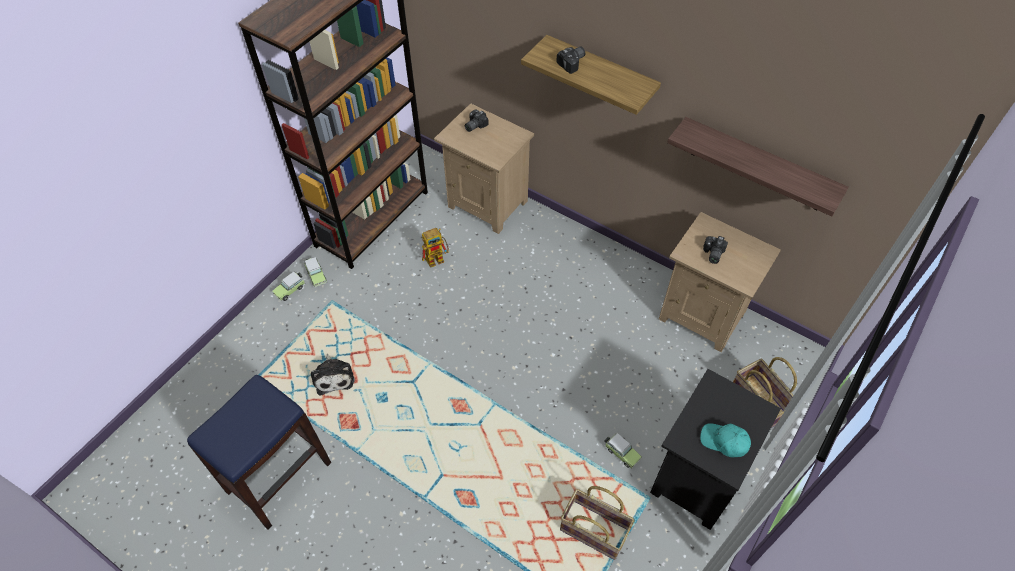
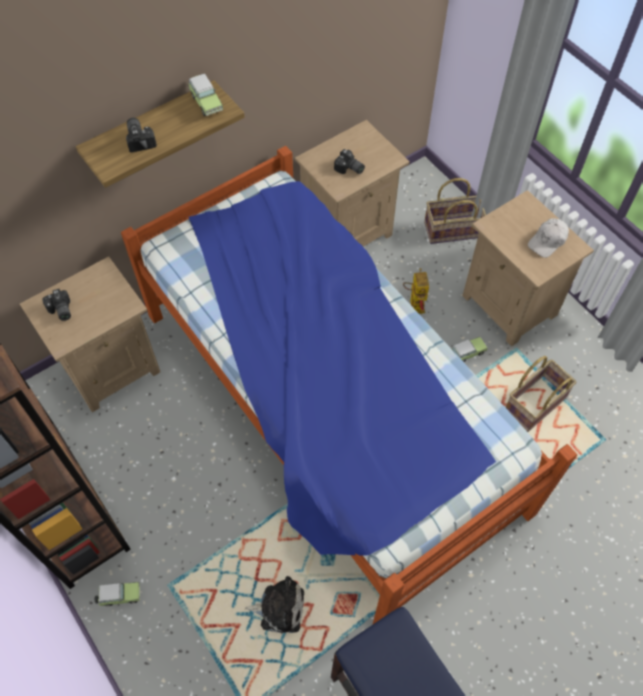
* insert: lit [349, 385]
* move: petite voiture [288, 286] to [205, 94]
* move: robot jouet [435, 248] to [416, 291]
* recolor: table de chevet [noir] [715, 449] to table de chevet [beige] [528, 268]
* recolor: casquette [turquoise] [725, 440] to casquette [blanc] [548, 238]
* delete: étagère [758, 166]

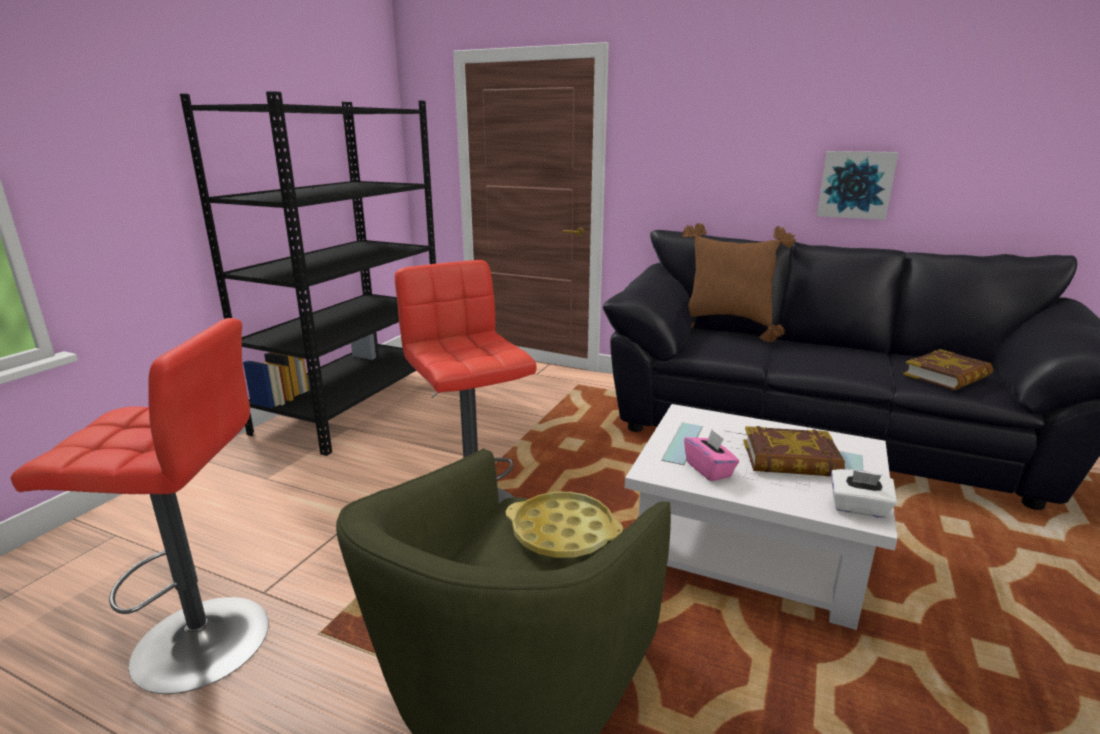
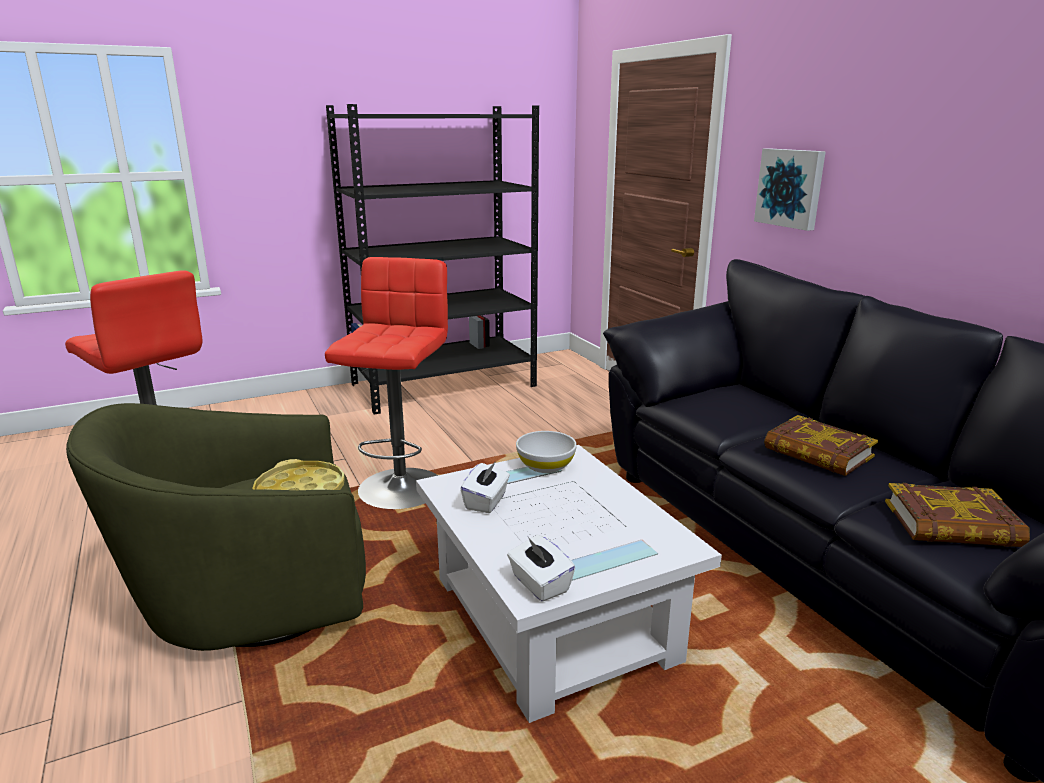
* recolor: boîte à mouchoirs [rose] [711, 455] to boîte à mouchoirs [blanc] [485, 487]
* insert: bol [blanc] [546, 452]
* move: tableau [857, 185] to [790, 189]
* move: livre [794, 451] to [821, 445]
* delete: coussin [marron] [739, 283]

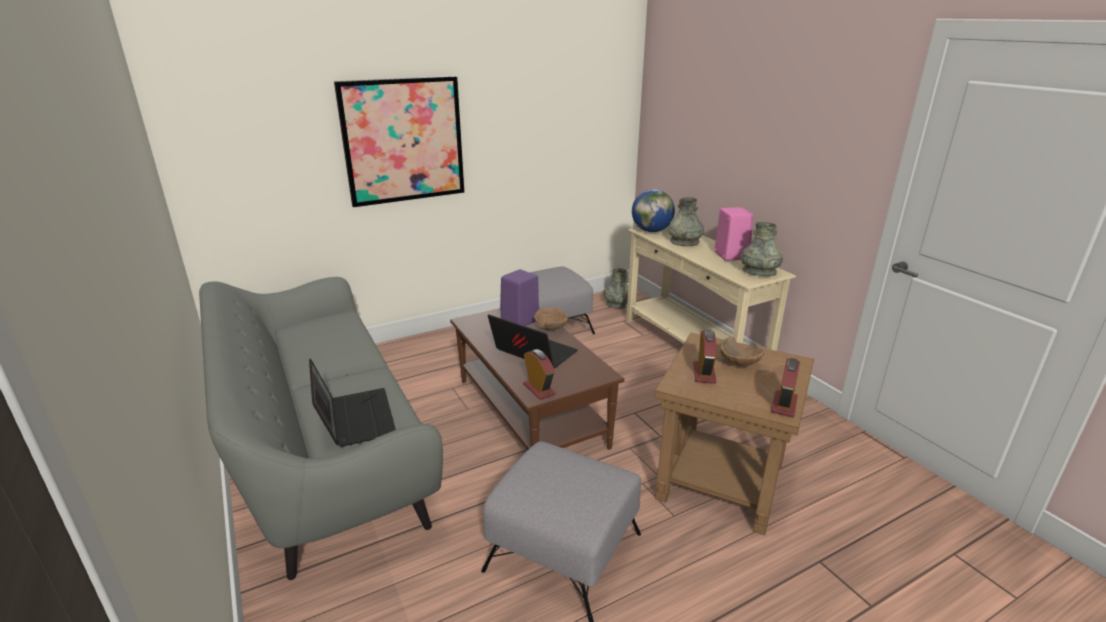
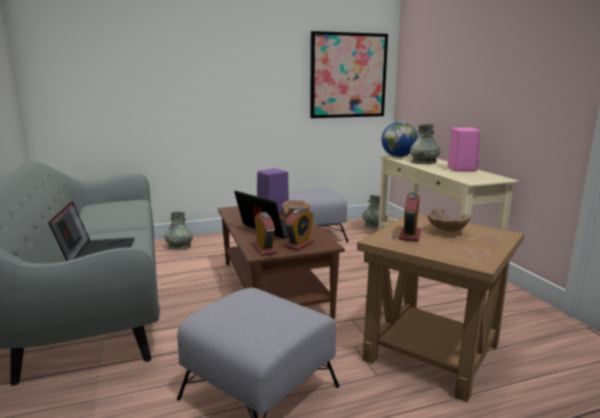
* move: vase [gris] [761, 249] to [178, 231]
* move: réveil [785, 387] to [299, 229]
* move: tableau [399, 141] to [349, 74]

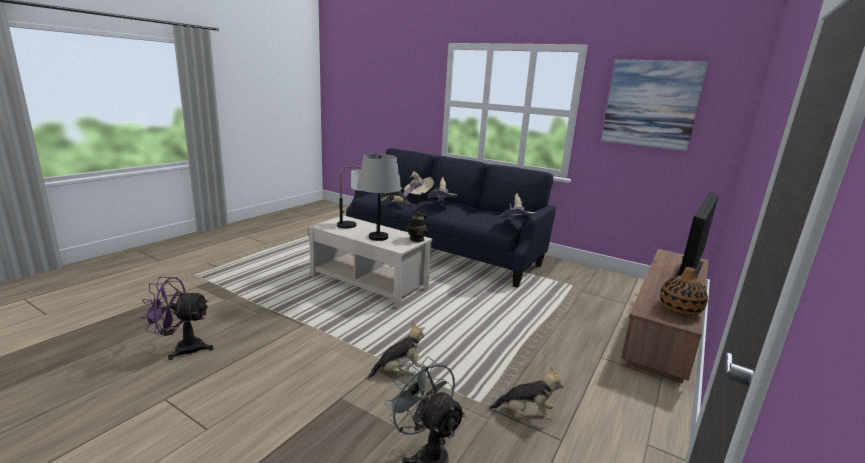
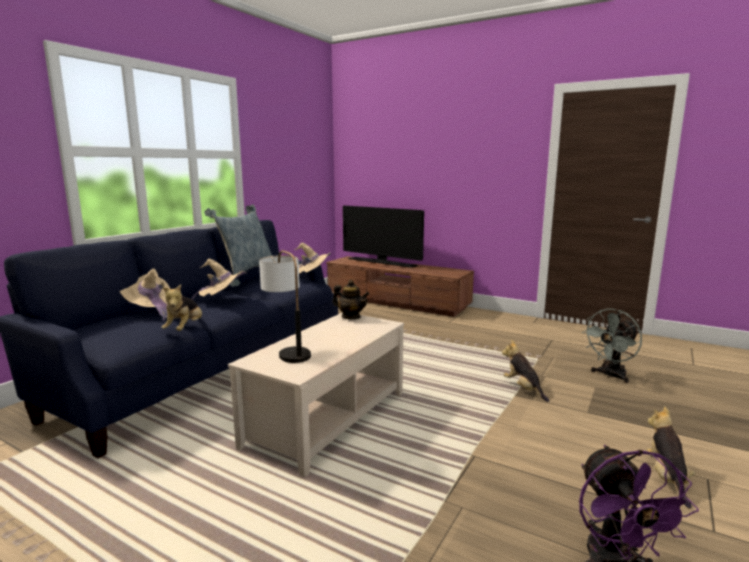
* insert: coussin [238, 246]
* move: peluche [526, 393] to [670, 457]
* delete: lampe de table [gris] [379, 197]
* delete: tableau [654, 105]
* delete: vase [684, 291]

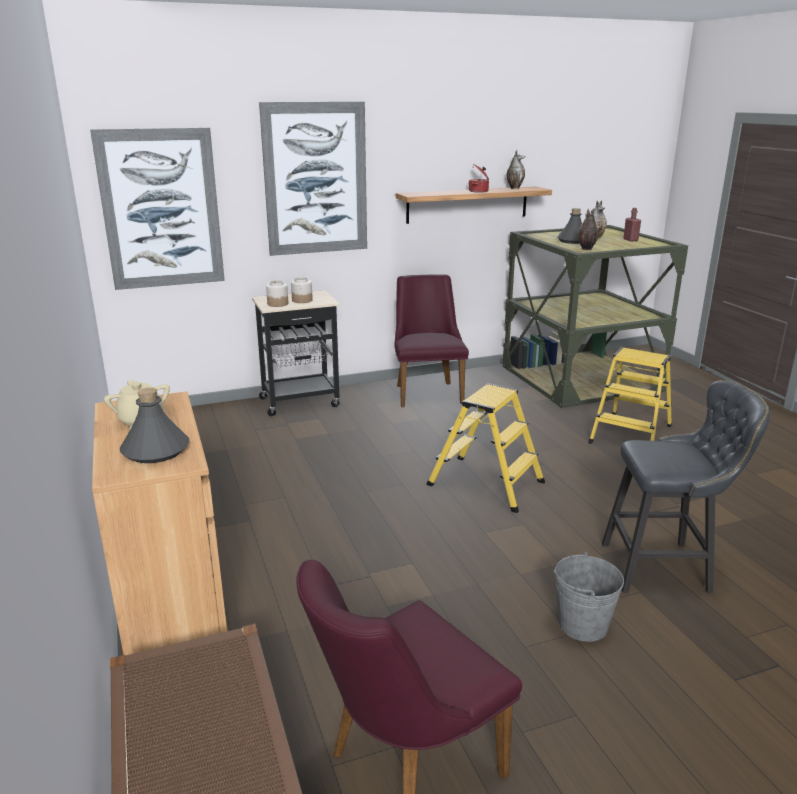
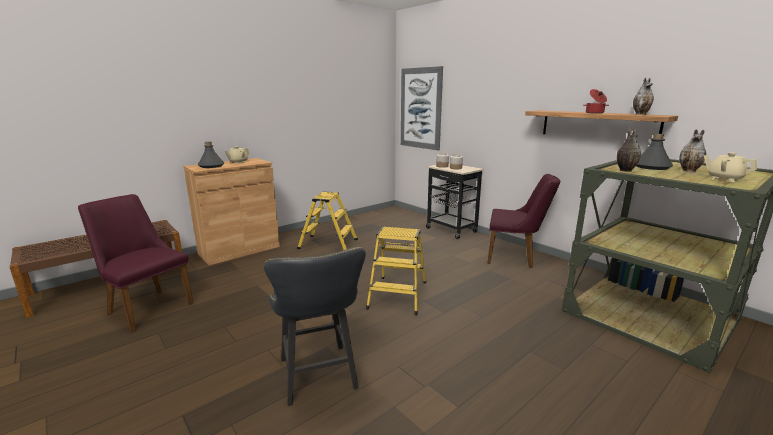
* move: escabeau [jaune] [630, 395] to [327, 220]
* rotate: chaise [violet] [431, 340] = [524, 221] 45 degrees clockwise
* replace: bouteille [rouge] [632, 224] to théière [beige] [730, 167]
* delete: tableau [313, 179]
* delete: seau [gris] [588, 597]

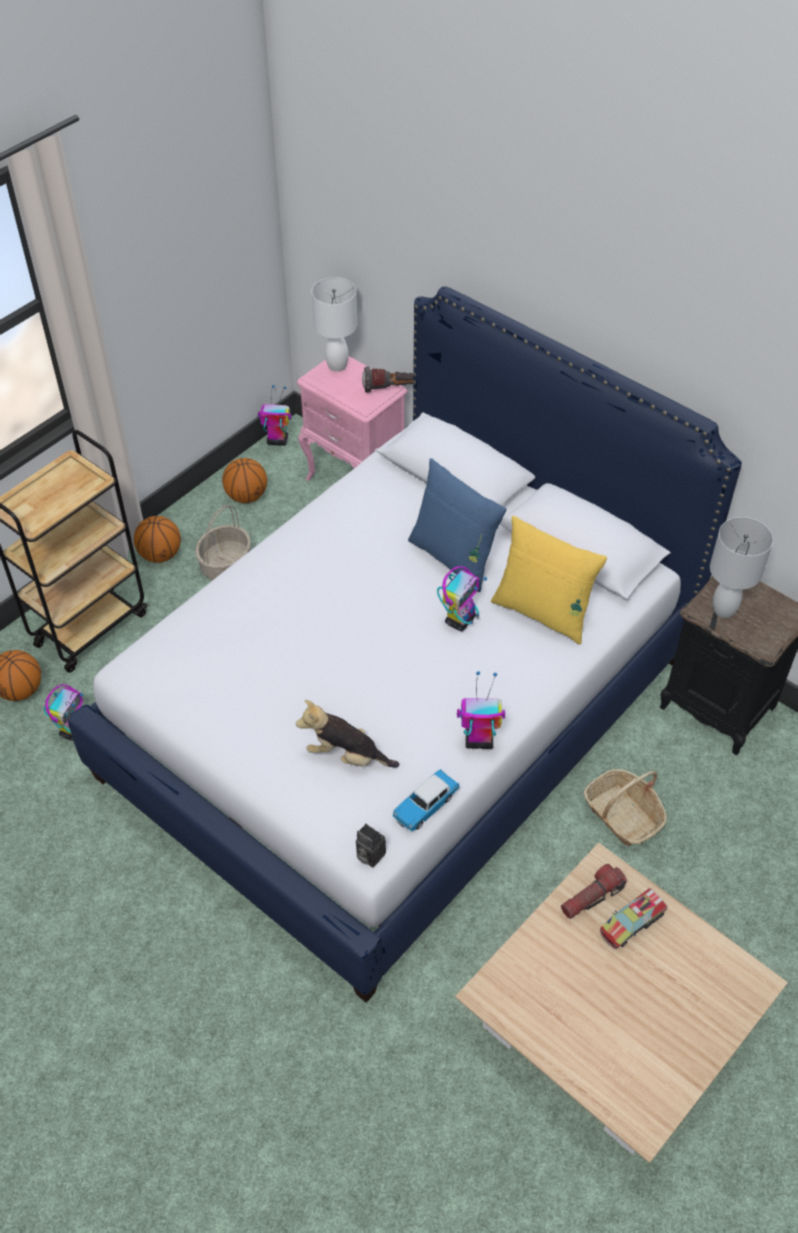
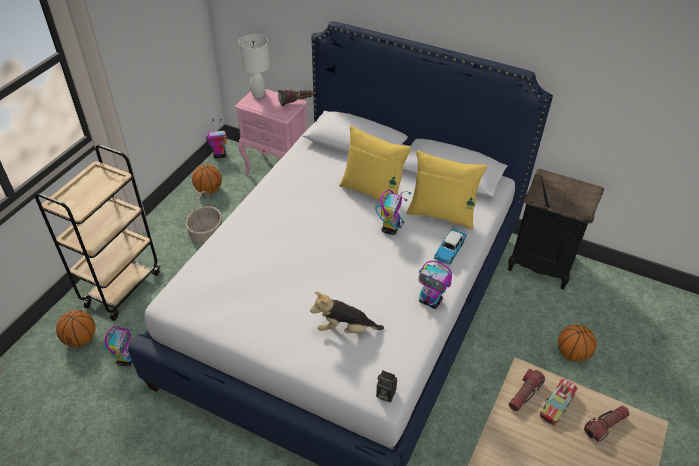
* recolor: coussin [bleu] [457, 525] to coussin [jaune] [375, 164]
* rotate: robot jouet [481, 710] = [435, 285] 135 degrees counterclockwise
* move: petite voiture [426, 801] to [450, 246]
* move: ballon de basket [157, 539] to [577, 343]
* insert: lampe de poche [606, 424]
* delete: panier [625, 807]
* delete: lampe de table [blanc] [741, 567]

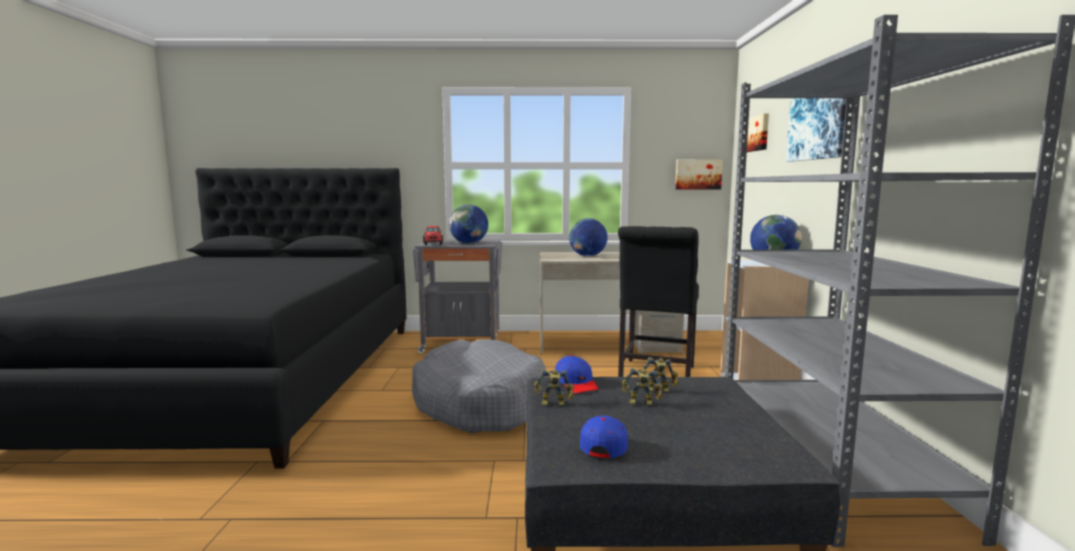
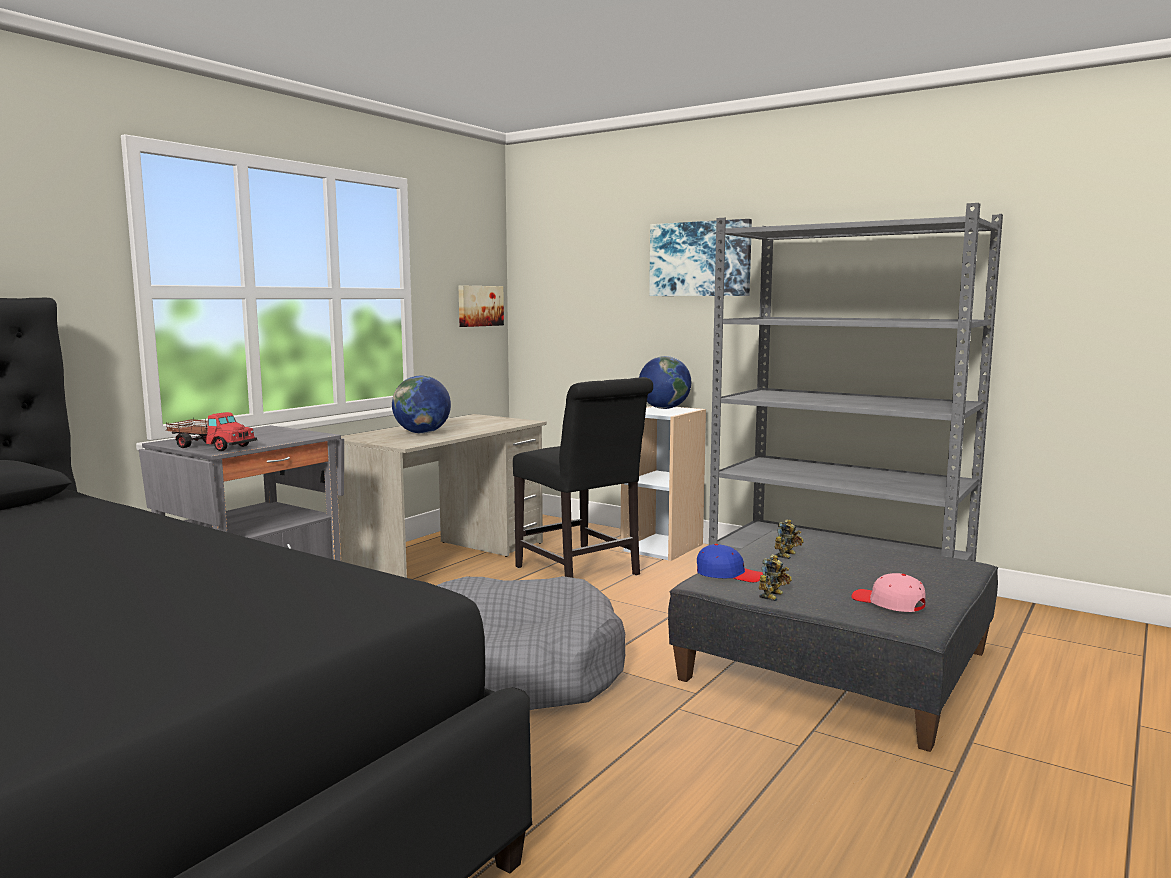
* recolor: casquette [bleu] [604, 437] to casquette [rose] [889, 592]
* delete: globe [468, 224]
* delete: robot jouet [642, 386]
* delete: tableau [755, 133]

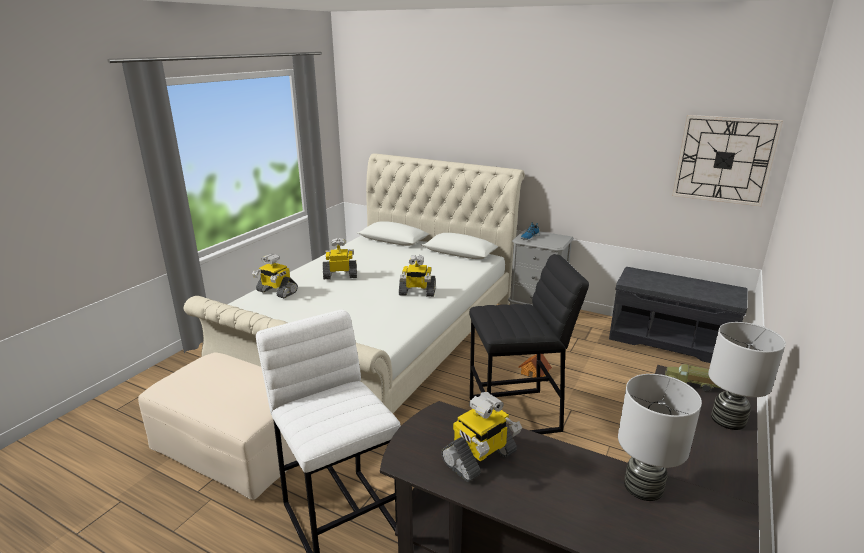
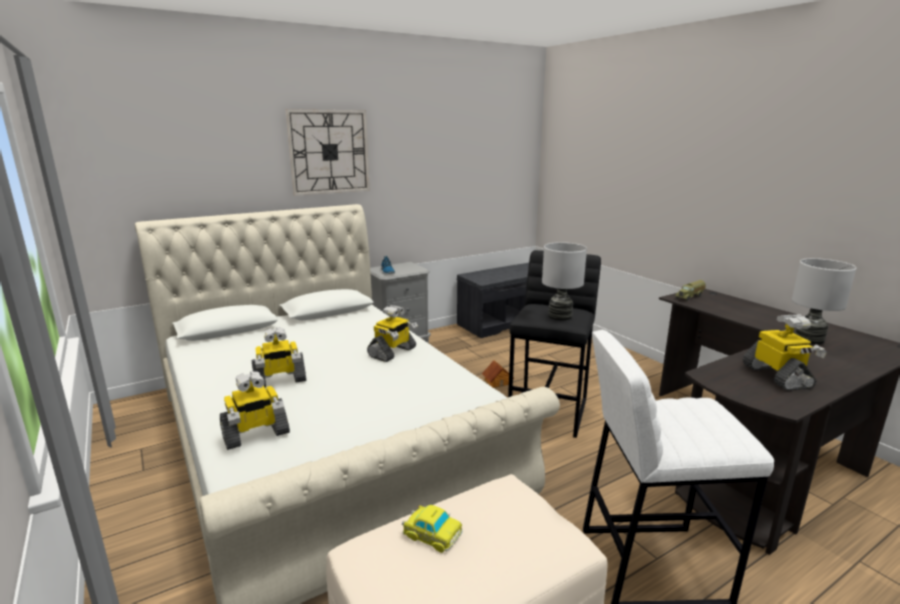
* rotate: robot jouet [340, 258] = [279, 357] 135 degrees counterclockwise
* move: horloge murale [727, 160] to [328, 152]
* insert: petite voiture [432, 529]
* move: lampe de table [gris] [747, 376] to [564, 281]

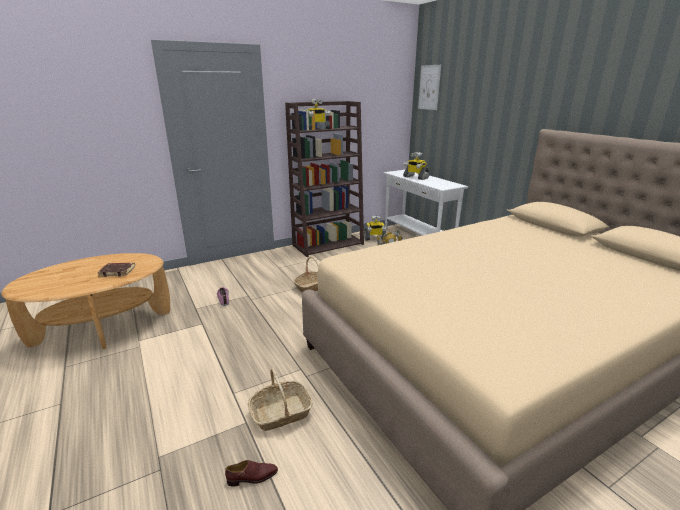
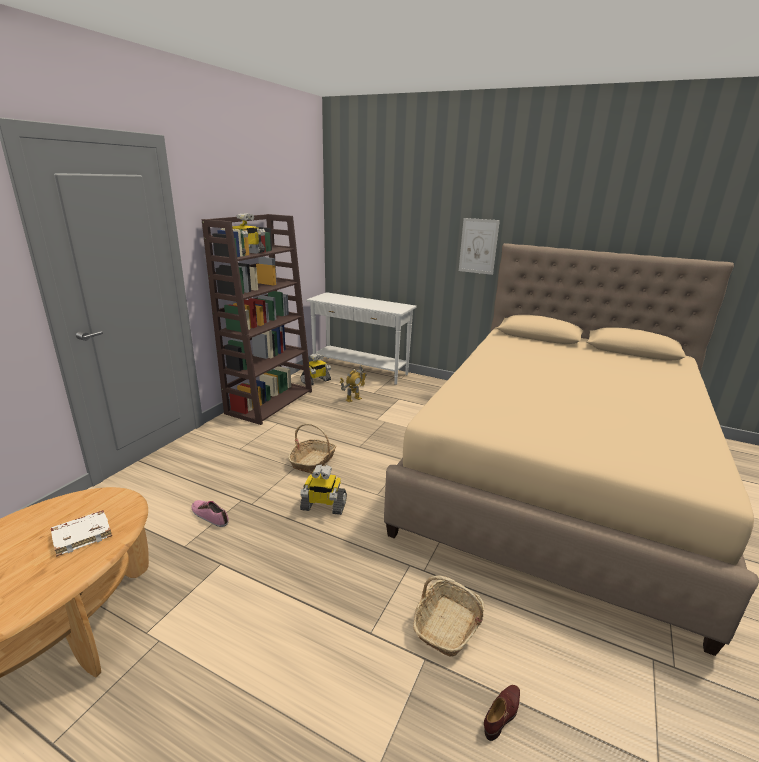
* recolor: livre [marron] [116, 270] to livre [blanc] [81, 533]
* move: robot jouet [416, 166] to [323, 489]
* move: tableau [429, 87] to [479, 246]

